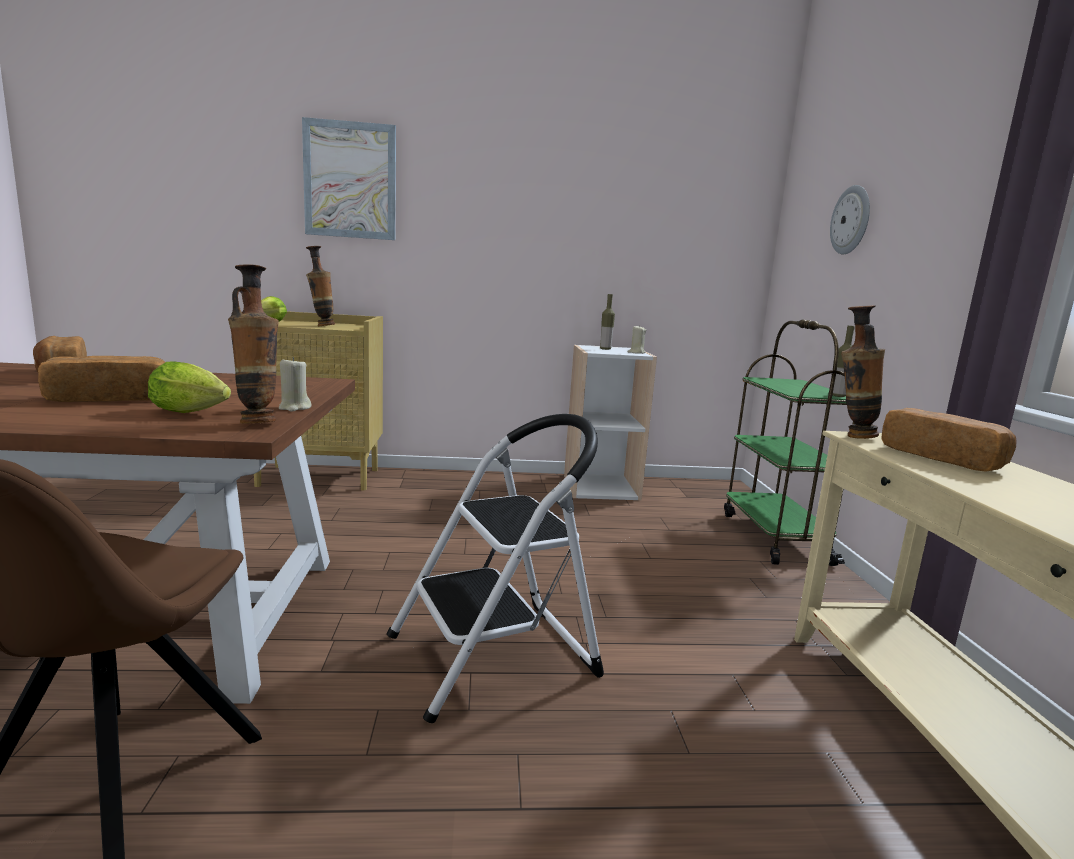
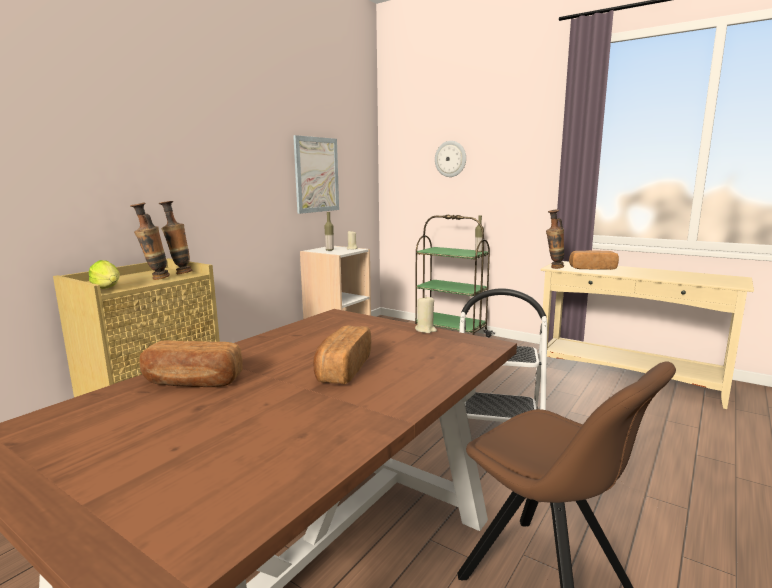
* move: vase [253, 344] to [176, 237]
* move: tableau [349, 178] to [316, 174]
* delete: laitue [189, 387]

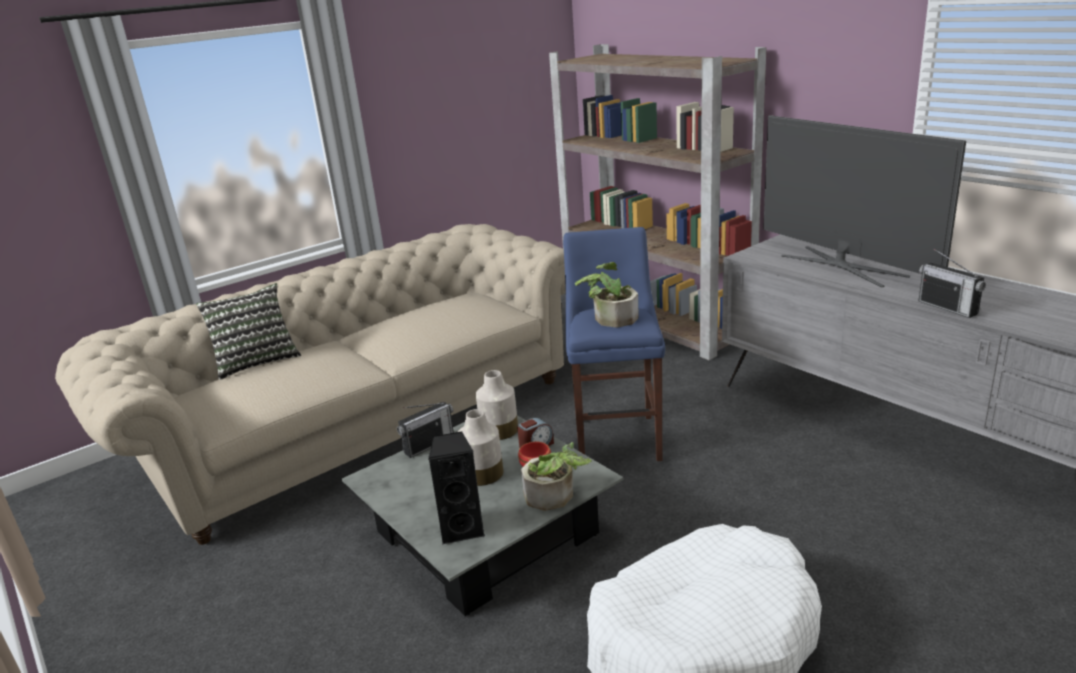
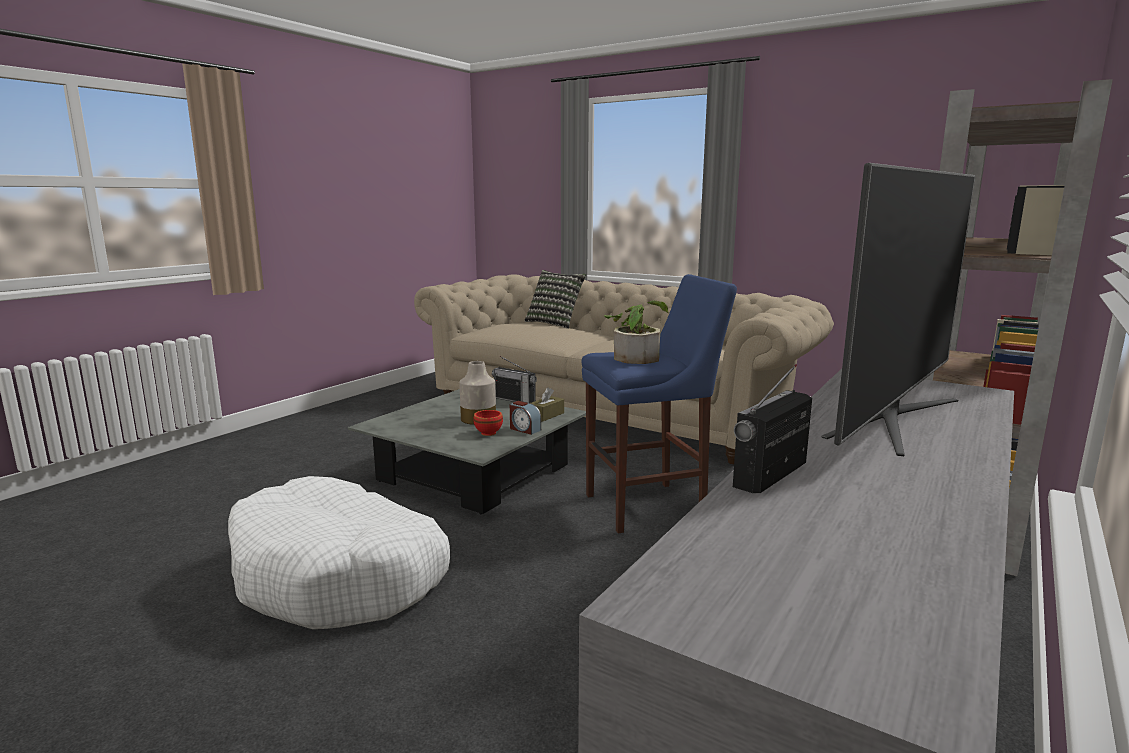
* replace: vase [beige] [497, 405] to boîte à mouchoirs [marron] [547, 404]
* delete: enceinte [noir] [456, 487]
* delete: plante en pot [556, 476]

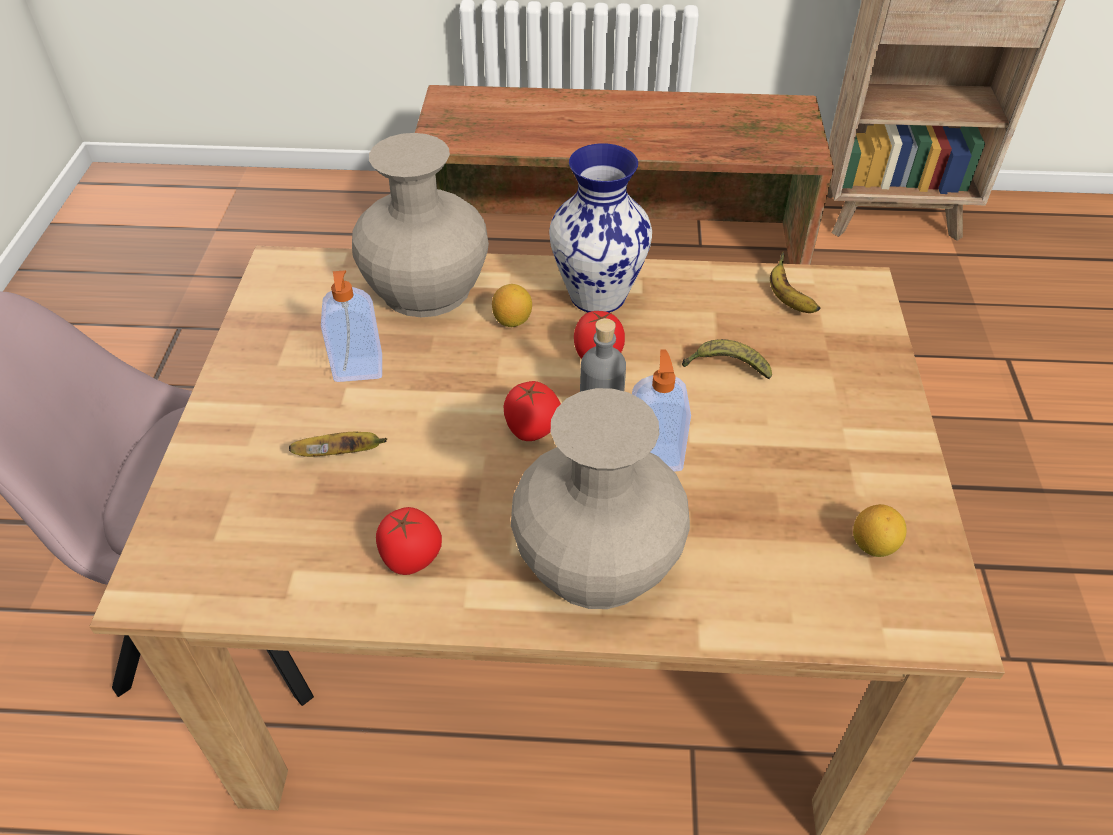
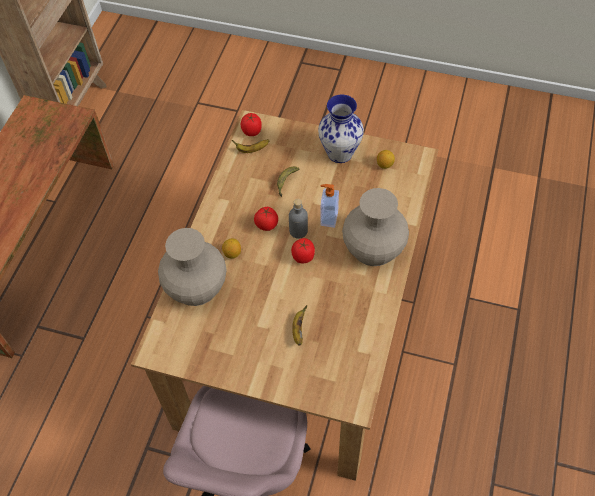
* move: tomate [409, 541] to [251, 124]
* move: vase [600, 228] to [341, 128]
* delete: distributeur de savon [351, 326]

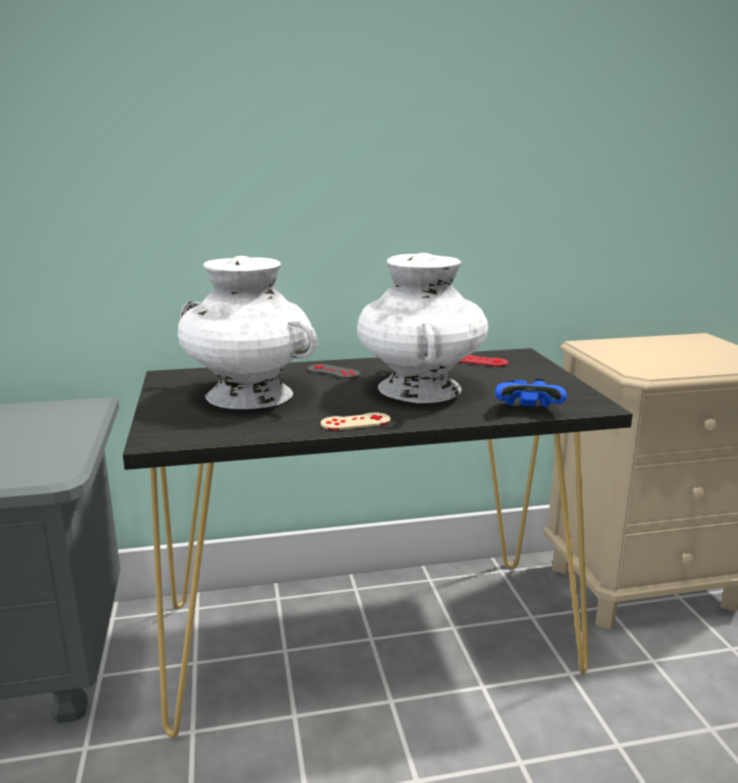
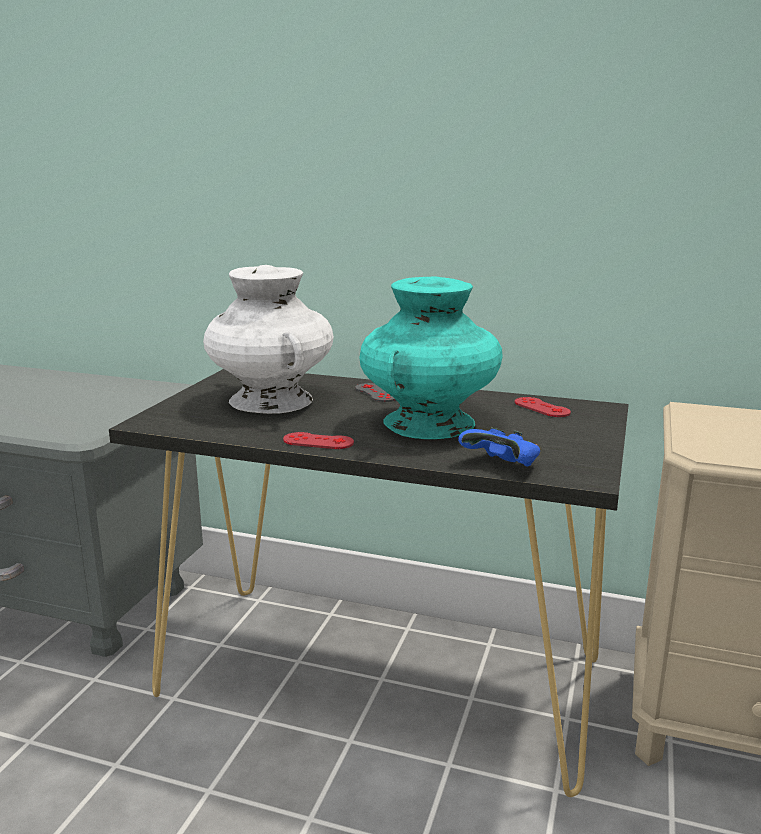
* recolor: manette [beige] [355, 421] to manette [rouge] [318, 440]
* recolor: vase [blanc] [422, 328] to vase [turquoise] [431, 357]

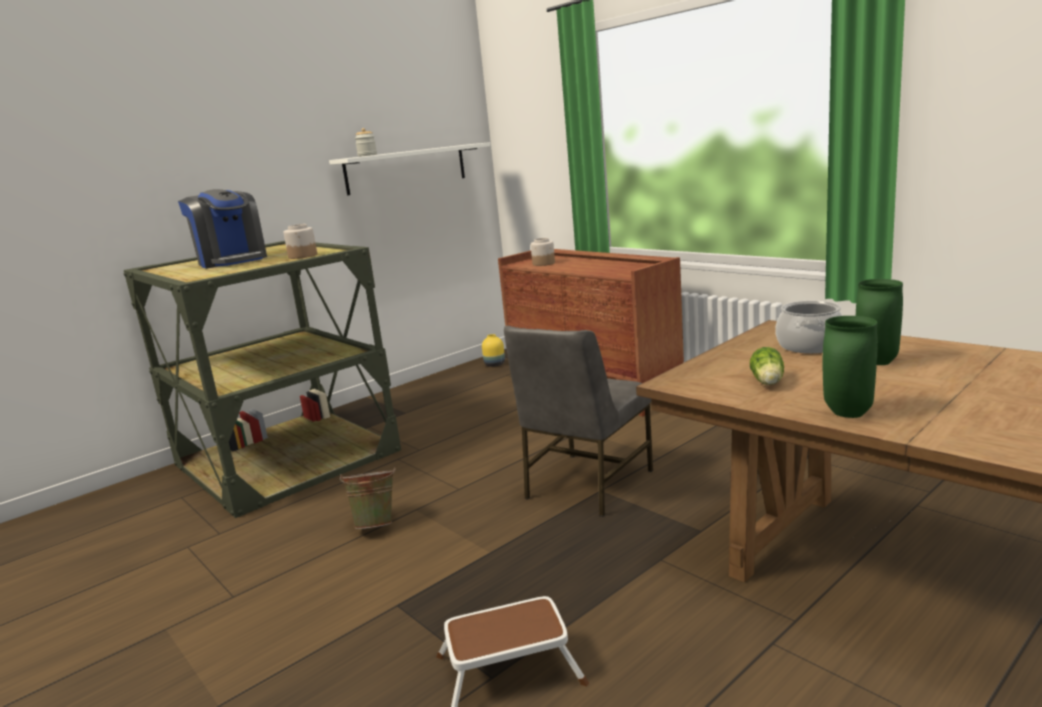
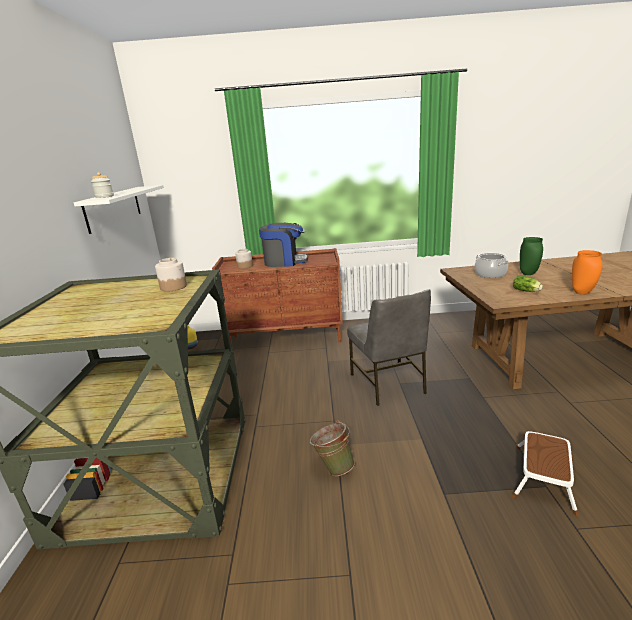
* move: machine à café [222, 228] to [283, 245]
* recolor: vase [vert] [850, 367] to vase [orange] [587, 272]

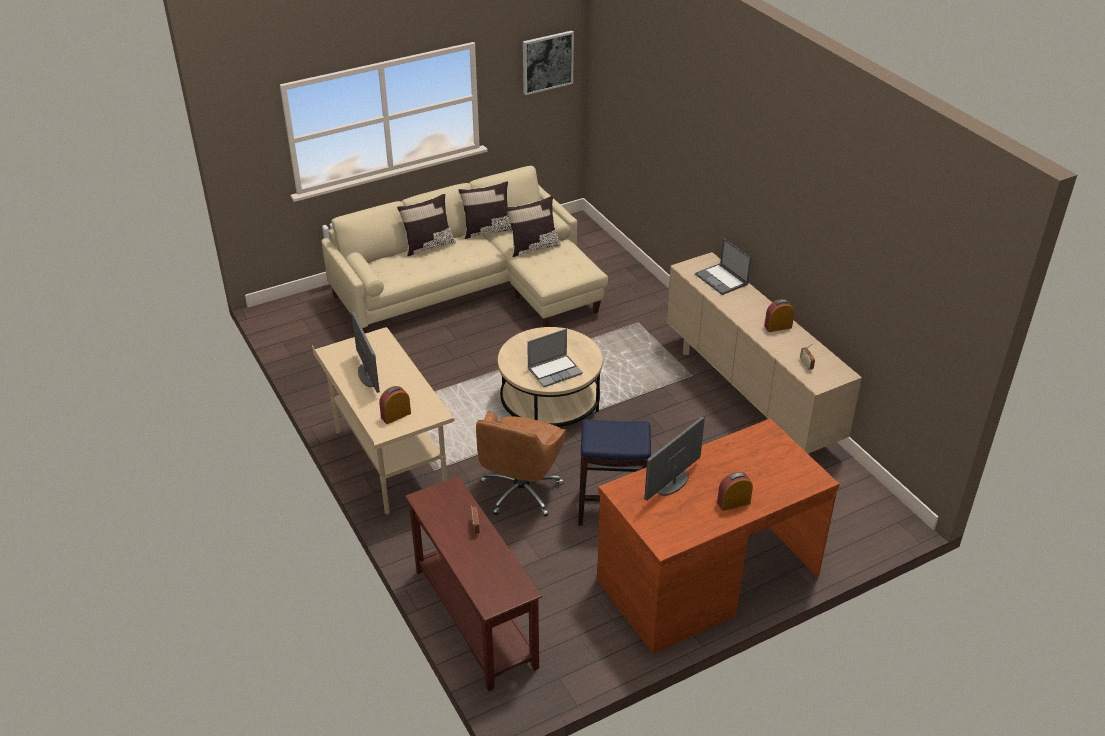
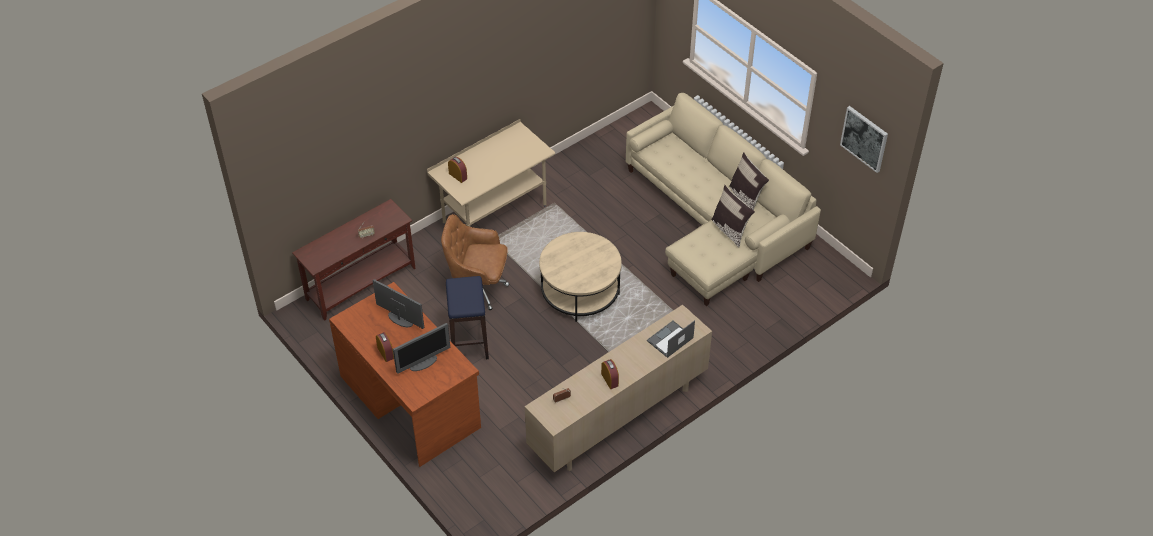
* move: écran d'ordinateur [365, 352] to [421, 348]
* delete: coussin [426, 225]
* delete: ordinateur portable [555, 357]

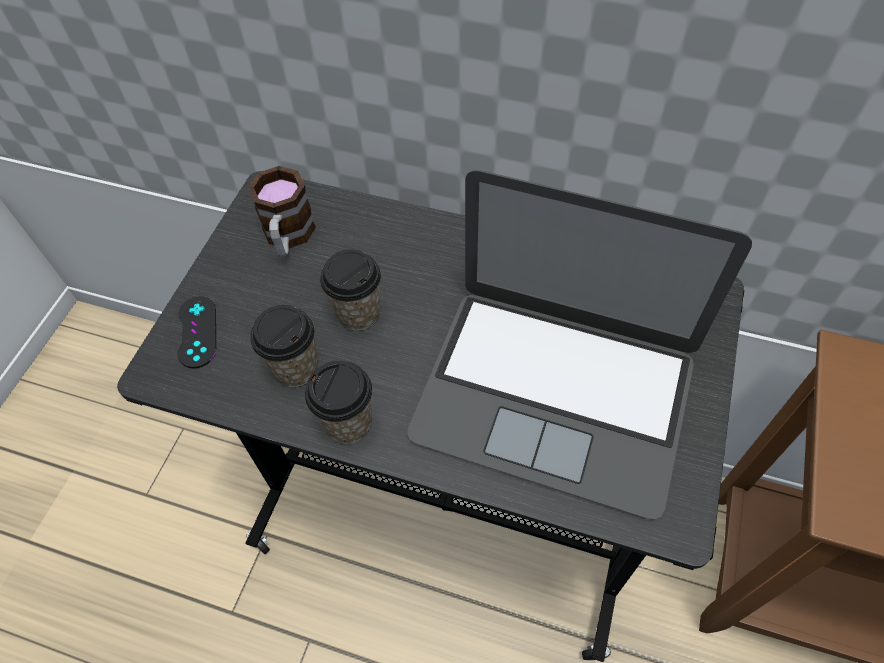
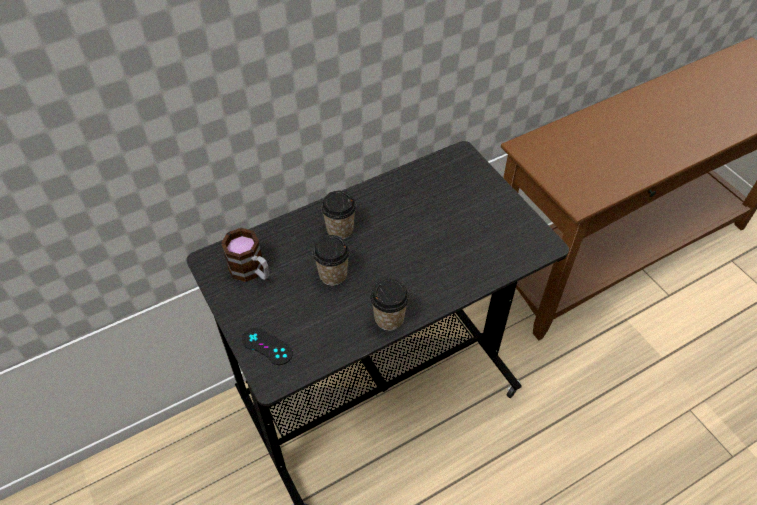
* move: tasse [284, 346] to [338, 215]
* delete: ordinateur portable [579, 344]

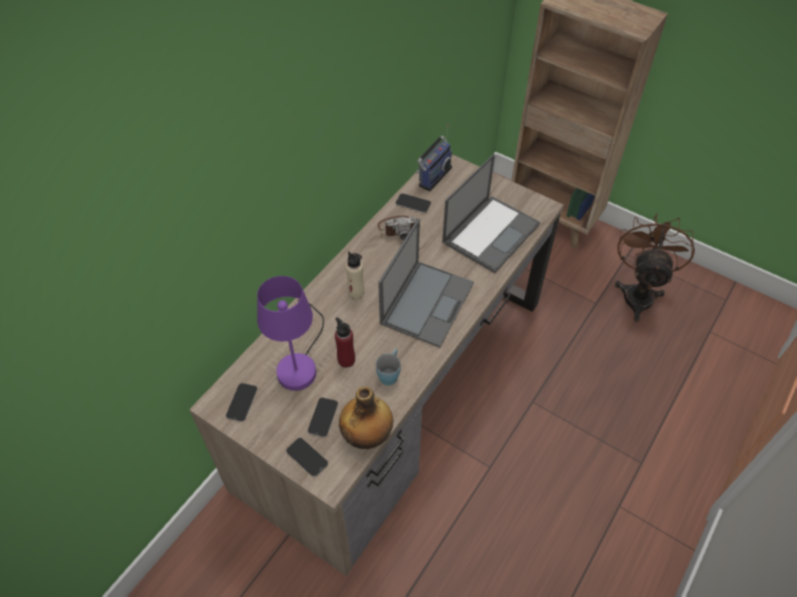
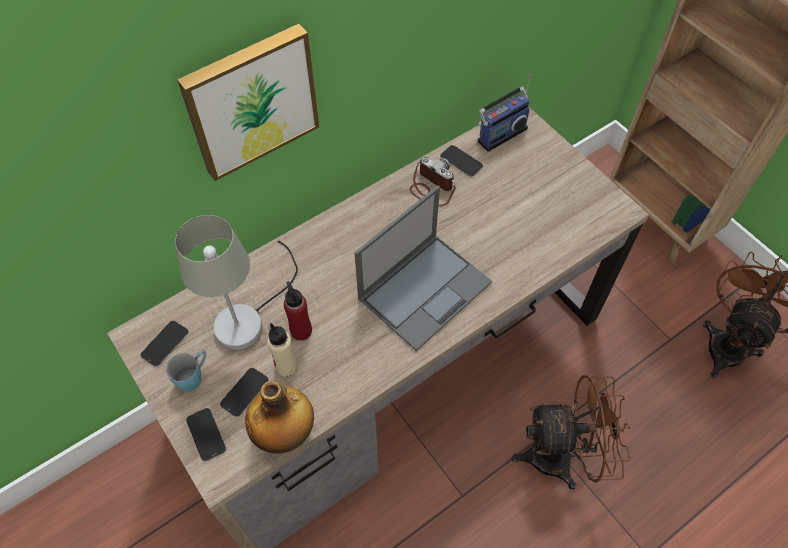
* move: mug [bleu] [388, 367] to [186, 371]
* recolor: lampe de table [violet] [290, 333] to lampe de table [gris] [236, 283]
* insert: tableau [248, 102]
* move: bouteille [beige] [355, 275] to [282, 350]
* rotate: appareil photo [397, 227] = [433, 181] 150 degrees counterclockwise
* insert: ventilateur [marron] [571, 432]
* delete: ordinateur portable [491, 213]

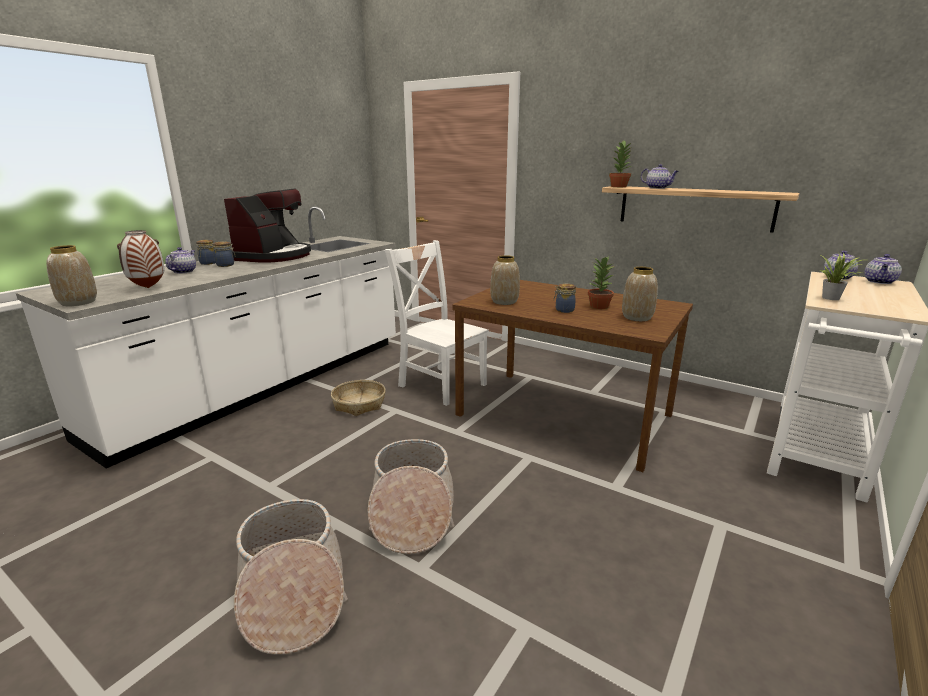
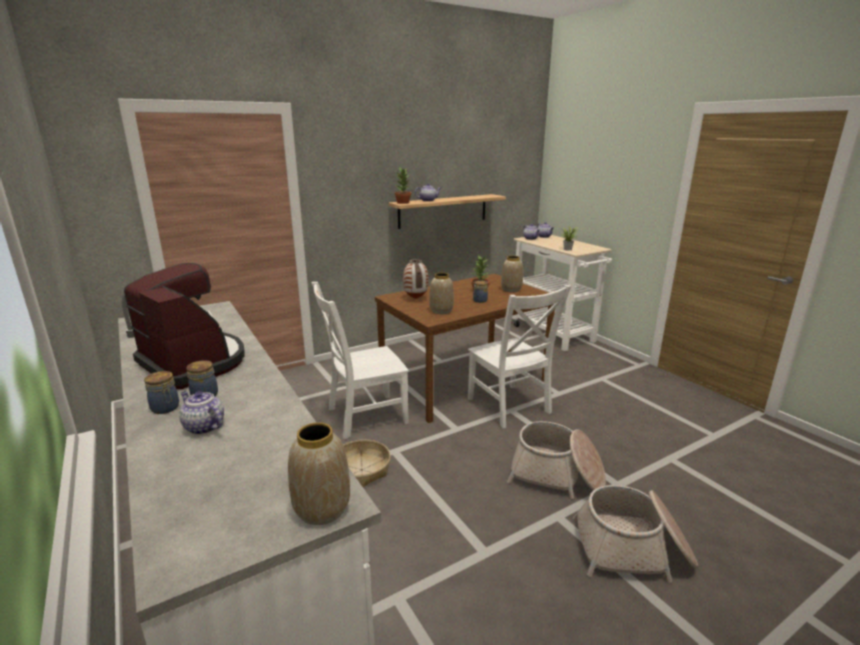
* move: vase [140, 259] to [416, 279]
* insert: chaise [blanc] [519, 356]

